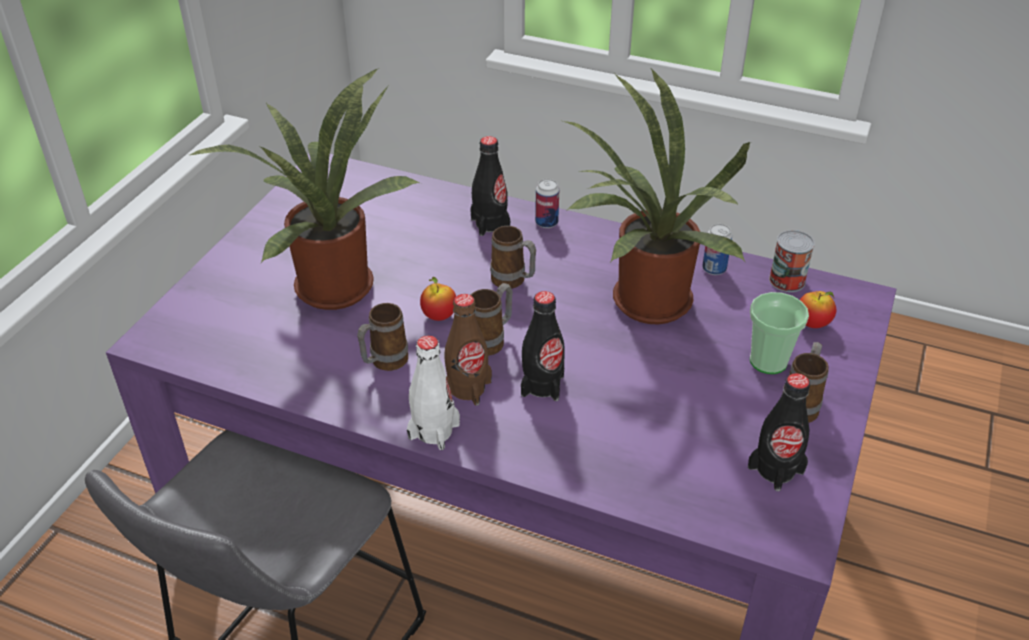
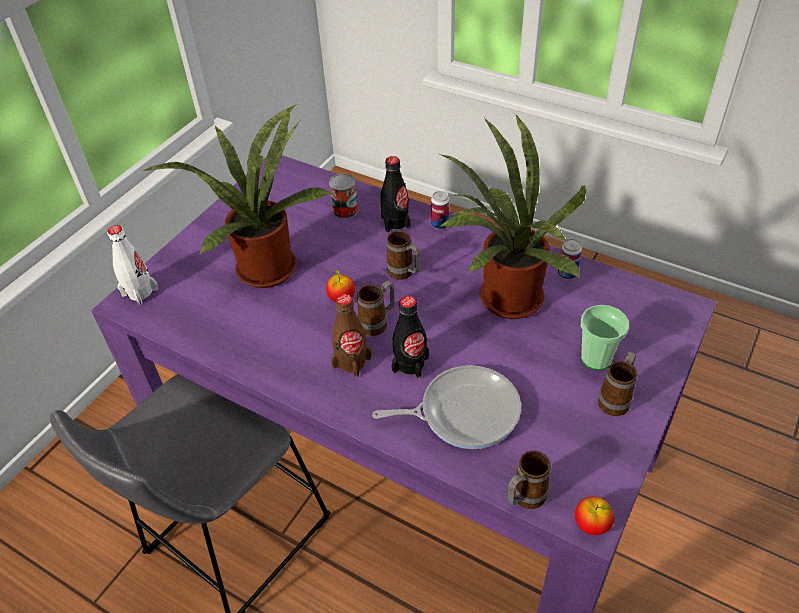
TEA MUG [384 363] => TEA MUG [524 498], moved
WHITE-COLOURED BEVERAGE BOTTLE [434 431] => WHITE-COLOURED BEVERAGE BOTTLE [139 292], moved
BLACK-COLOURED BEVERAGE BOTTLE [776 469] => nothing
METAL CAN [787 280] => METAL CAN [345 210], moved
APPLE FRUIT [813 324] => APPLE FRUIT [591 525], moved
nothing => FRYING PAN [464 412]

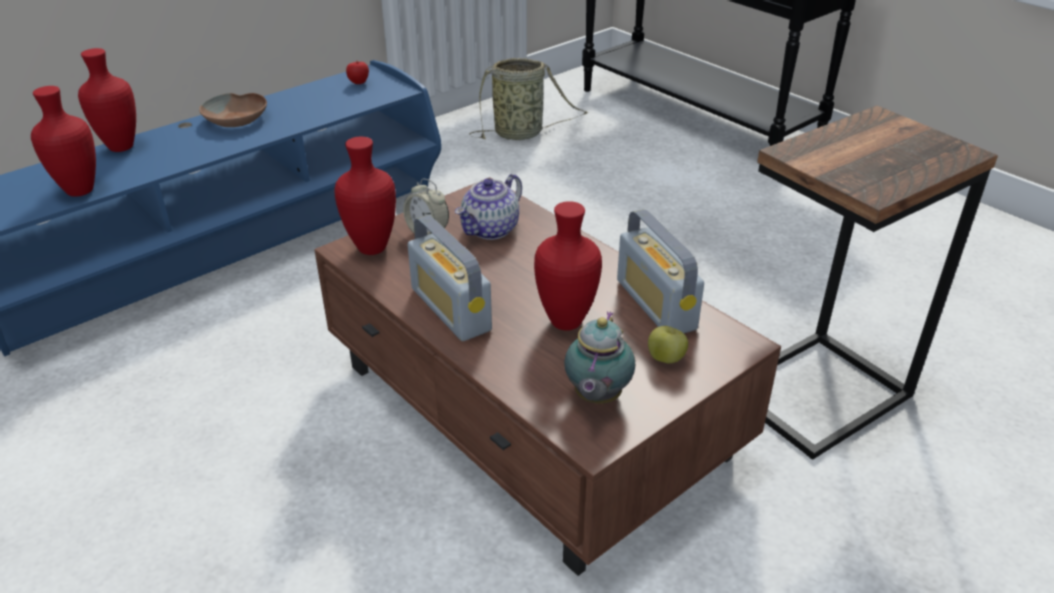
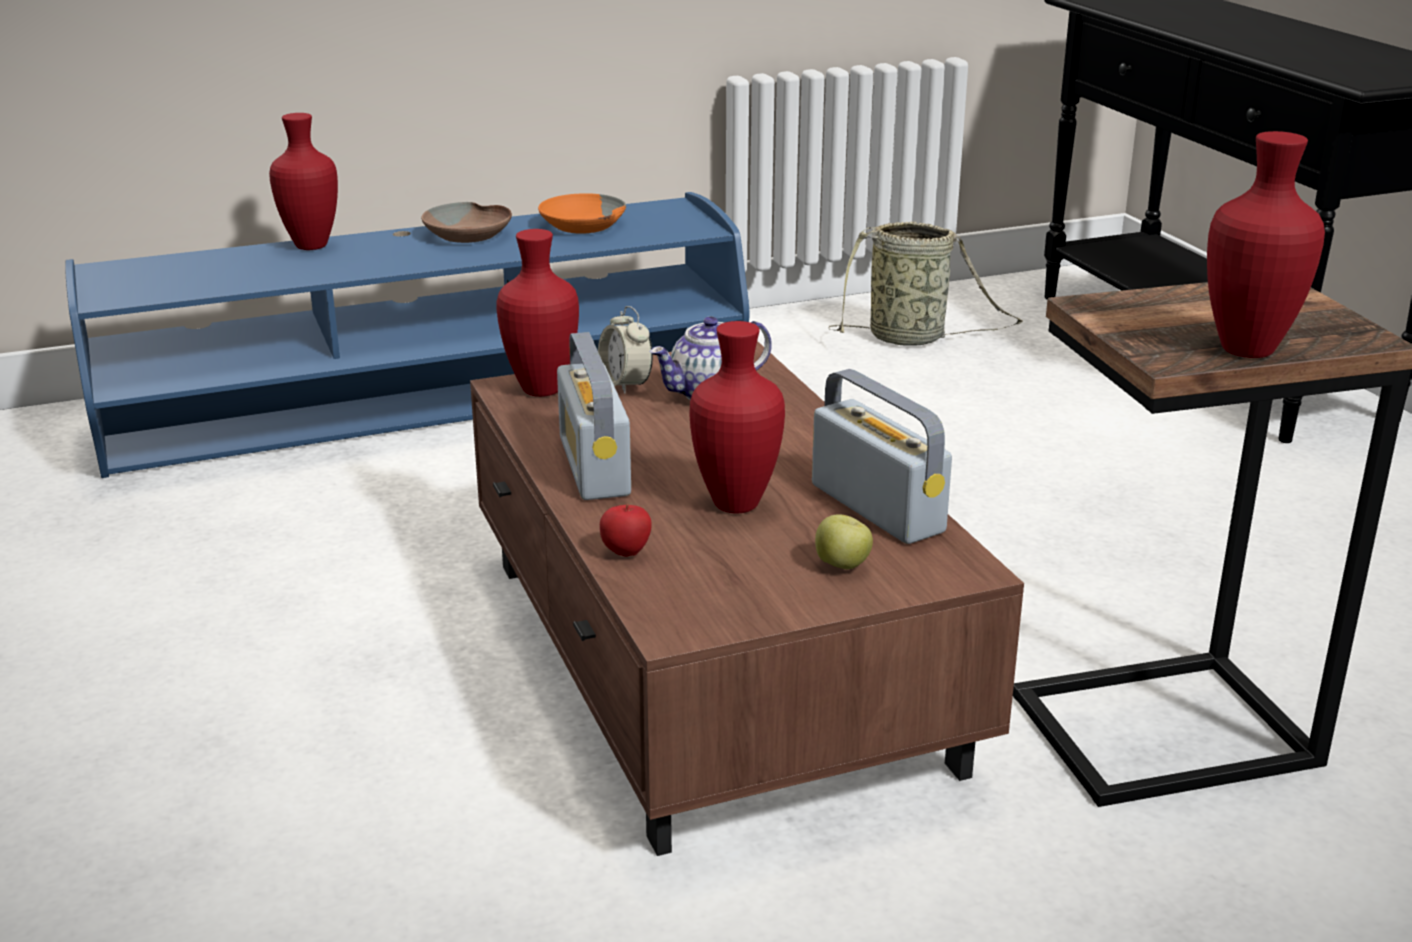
RED-COLOURED VASE [81 190] => RED-COLOURED VASE [1248 349], moved
APPLE FRUIT [359 83] => APPLE FRUIT [626 553], moved
TEA POT [596 398] => nothing
RADIO SET [655 304] => RADIO SET [876 508], 150 degrees clockwise
nothing => ORANGEY SERVING BOWL [581 226]

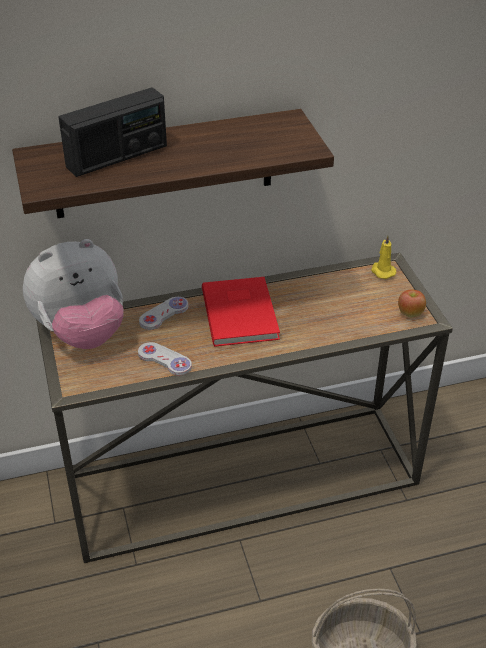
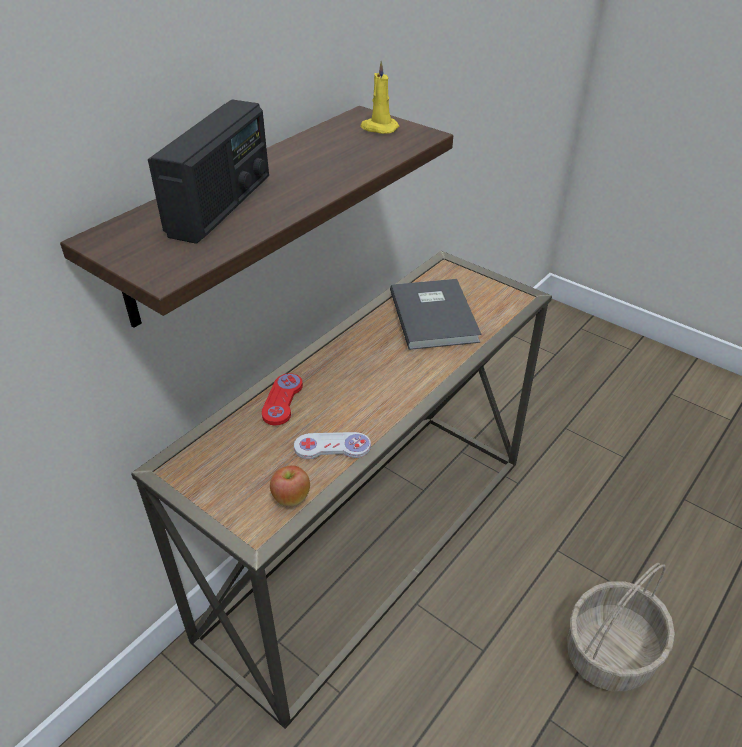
PLUSH TOY [81 333] => nothing
WHITE-COLOURED GAMEPAD [164 314] => RED-COLOURED GAMEPAD [282 400]
RED-COLOURED BOUND BOOK [242 312] => nothing
YELLOW-COLOURED CANDLE [382 271] => YELLOW-COLOURED CANDLE [378 128], moved
APPLE FRUIT [410 313] => APPLE FRUIT [291 498], moved
nothing => GREYISH BOUND BOOK [435 315]

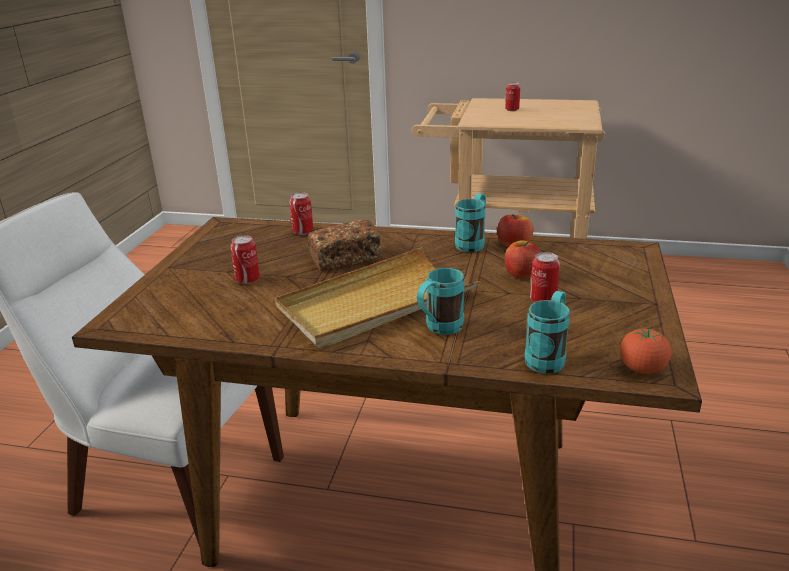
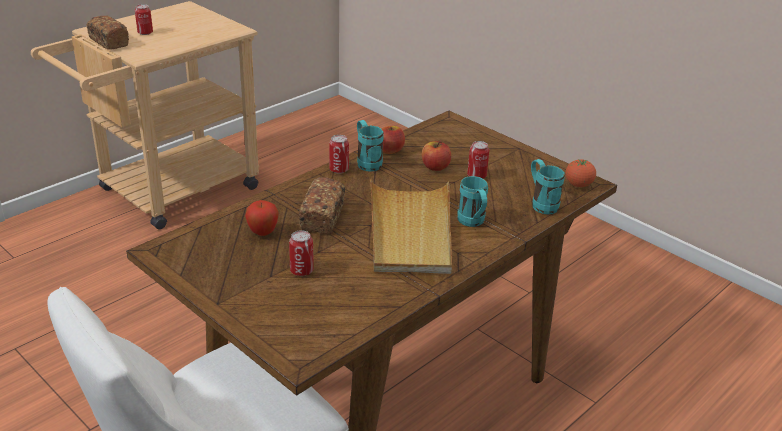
METAL CAN [303 231] => METAL CAN [339 170], moved
nothing => BREAD [108 42]
nothing => APPLE FRUIT [263 233]

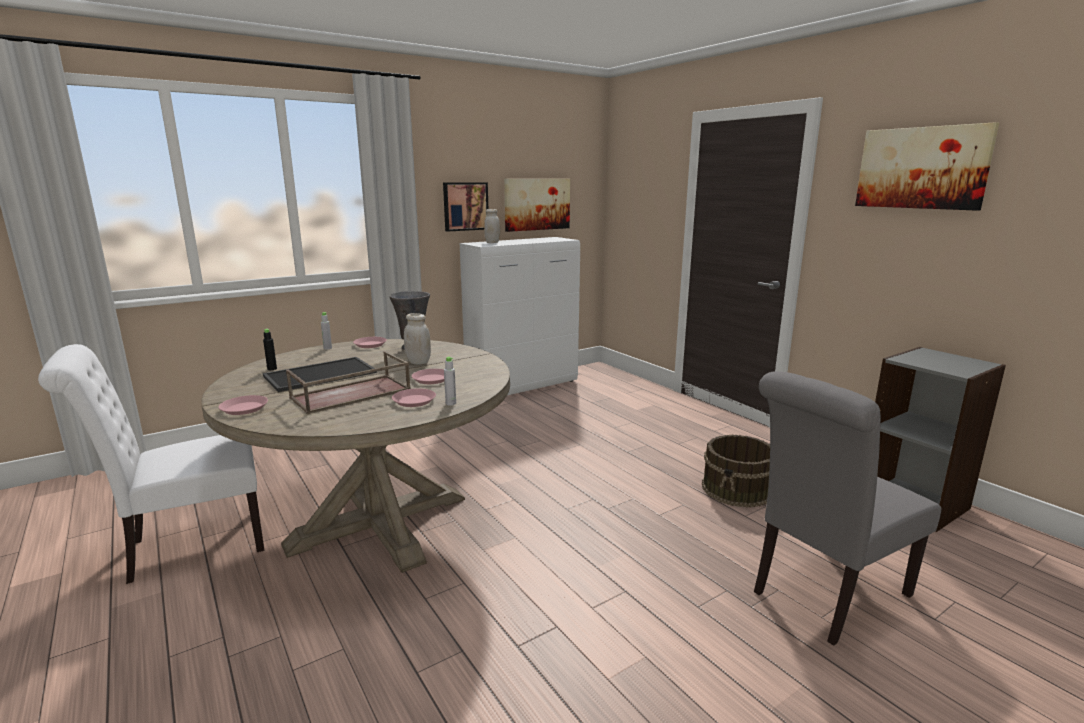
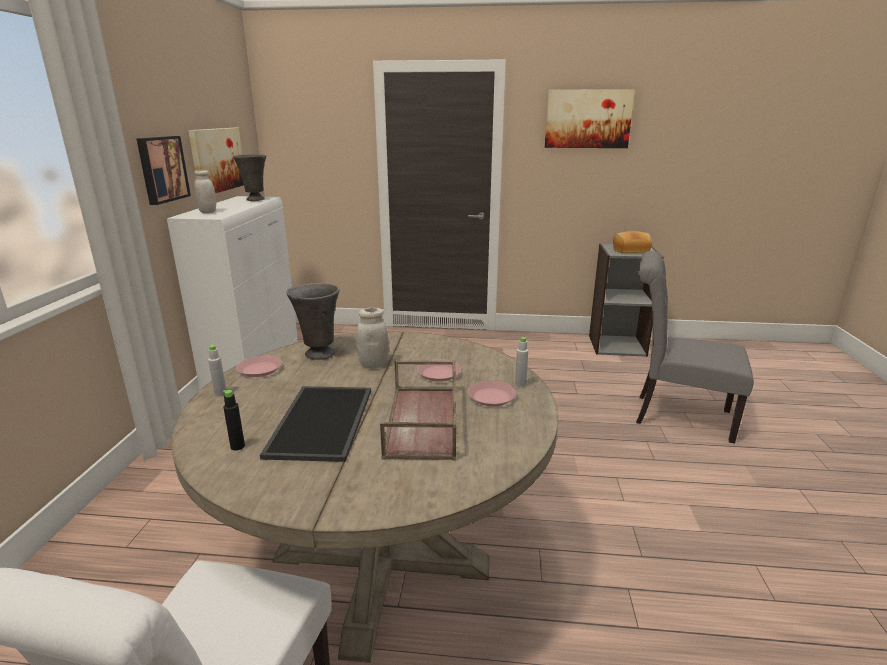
PINK PLATE [244 408] => nothing
BROWNISH WATER BUCKET [738 489] => nothing
GREYISH CHAIR [824 596] => GREYISH CHAIR [675 416], 105 degrees clockwise
nothing => GREYISH VASE [255 200]
nothing => BREAD [630 250]

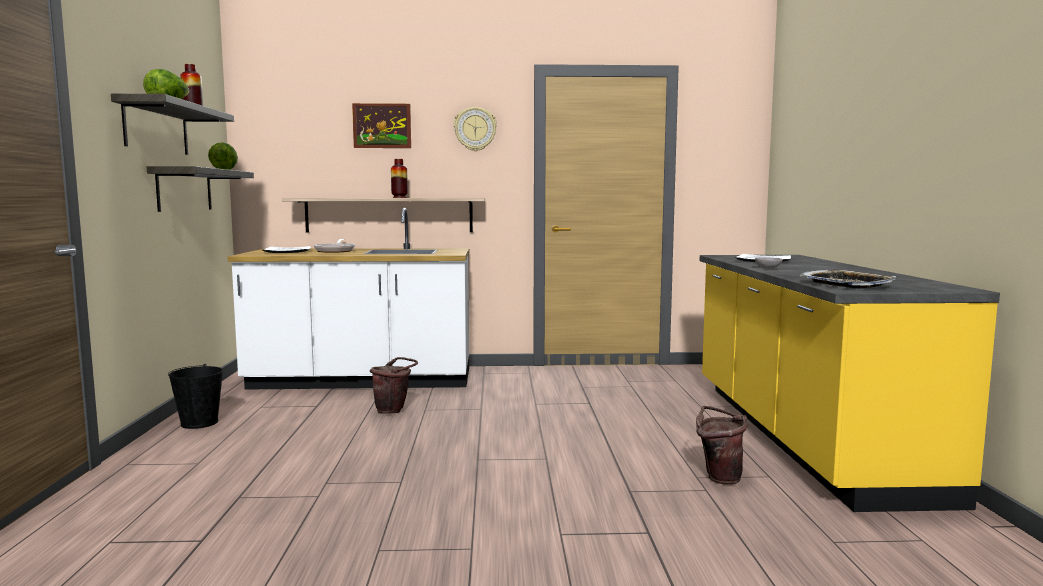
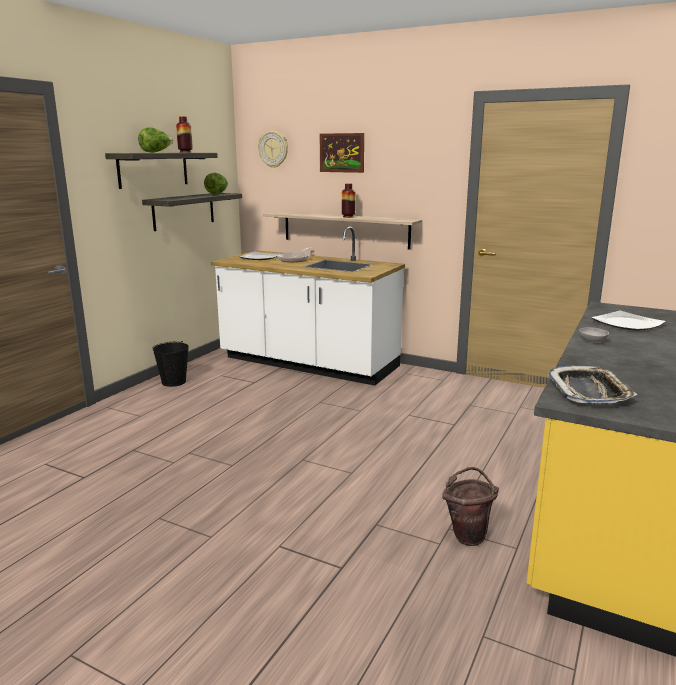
BROWNISH WATER BUCKET [394 410] => nothing
WALL CLOCK [475 129] => WALL CLOCK [273 149], moved

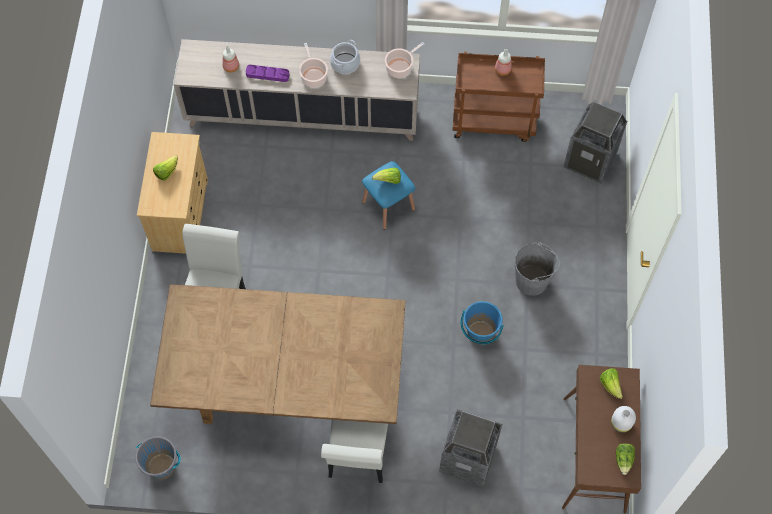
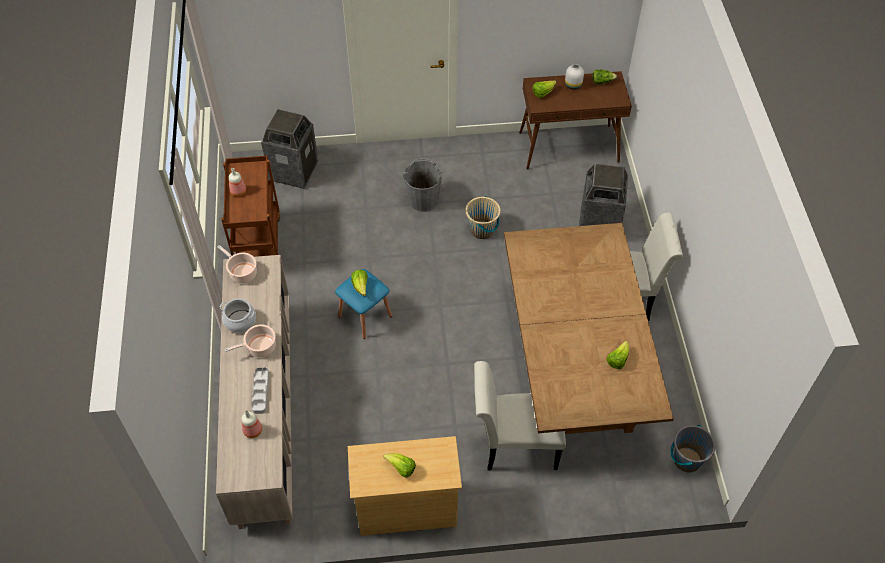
PURPLE TRAY [267 74] => GREYISH TRAY [261 391]
BLUE WATER BUCKET [480 332] => BEIGE-COLOURED WATER BUCKET [482 230]
nothing => HEAD OF LETTUCE [617 360]

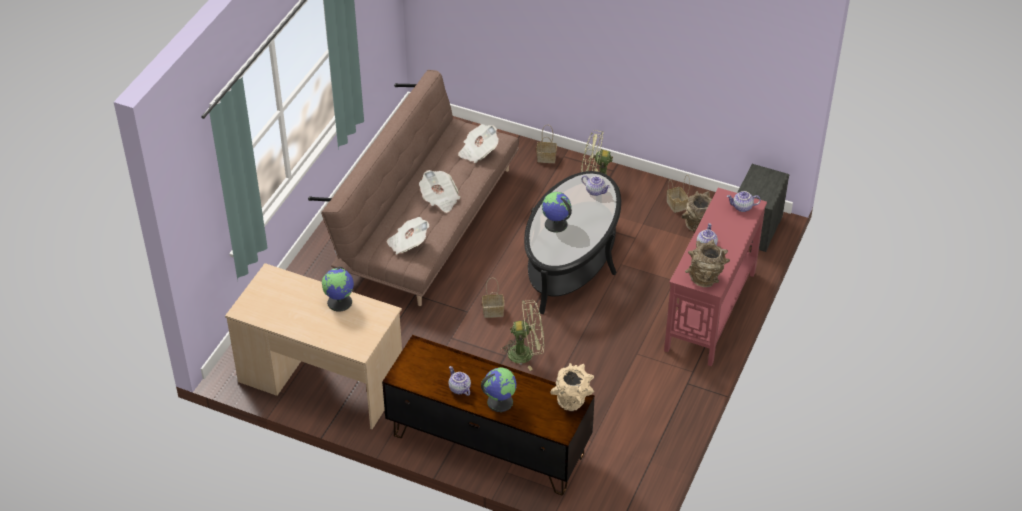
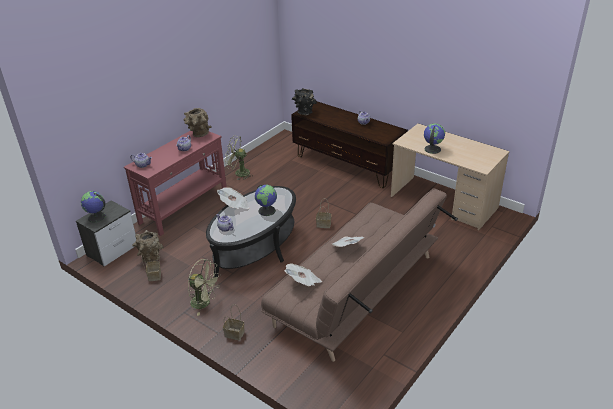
PRINTED PAPER [408 243] => PRINTED PAPER [234 205], moved
GLOBE [500 401] => GLOBE [96 217], moved
GREENISH COOLING FAN [526 353] => GREENISH COOLING FAN [238 173], moved
BEIGE-COLOURED VASE [573 403] => BLACK-COLOURED VASE [304 112]

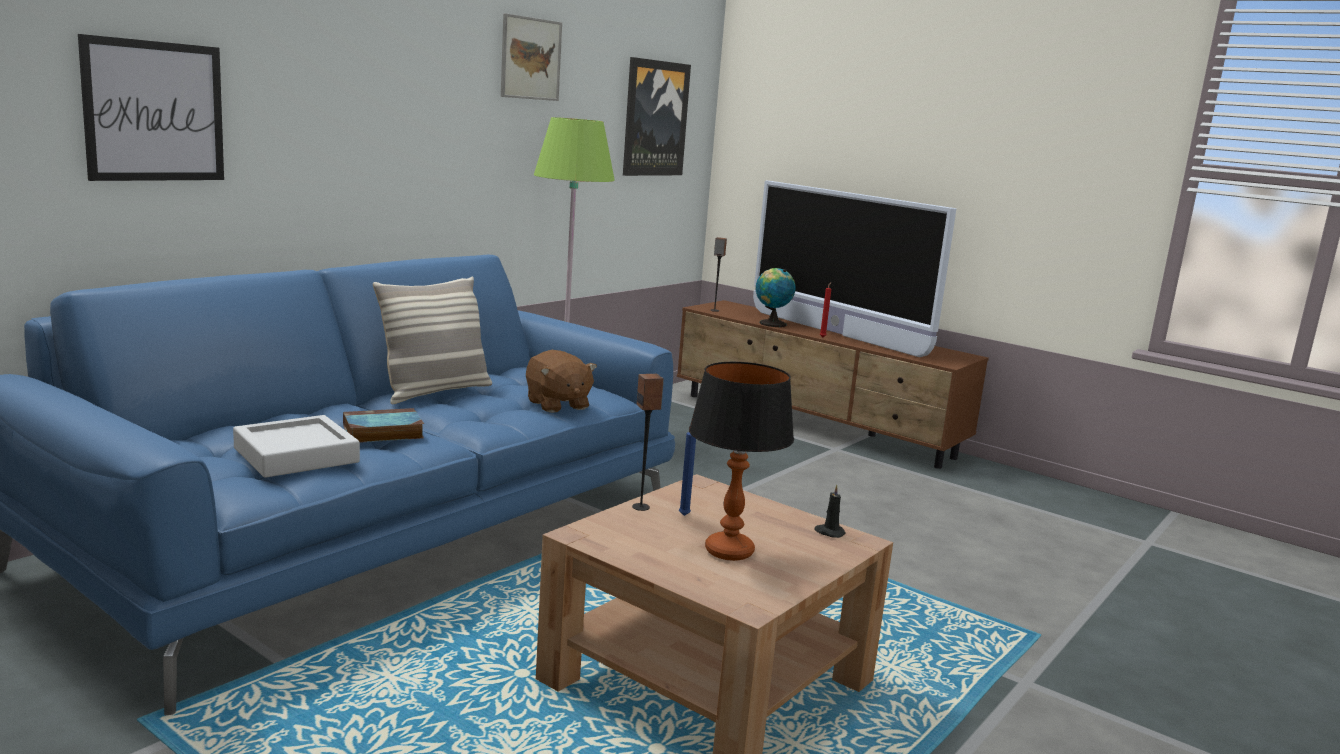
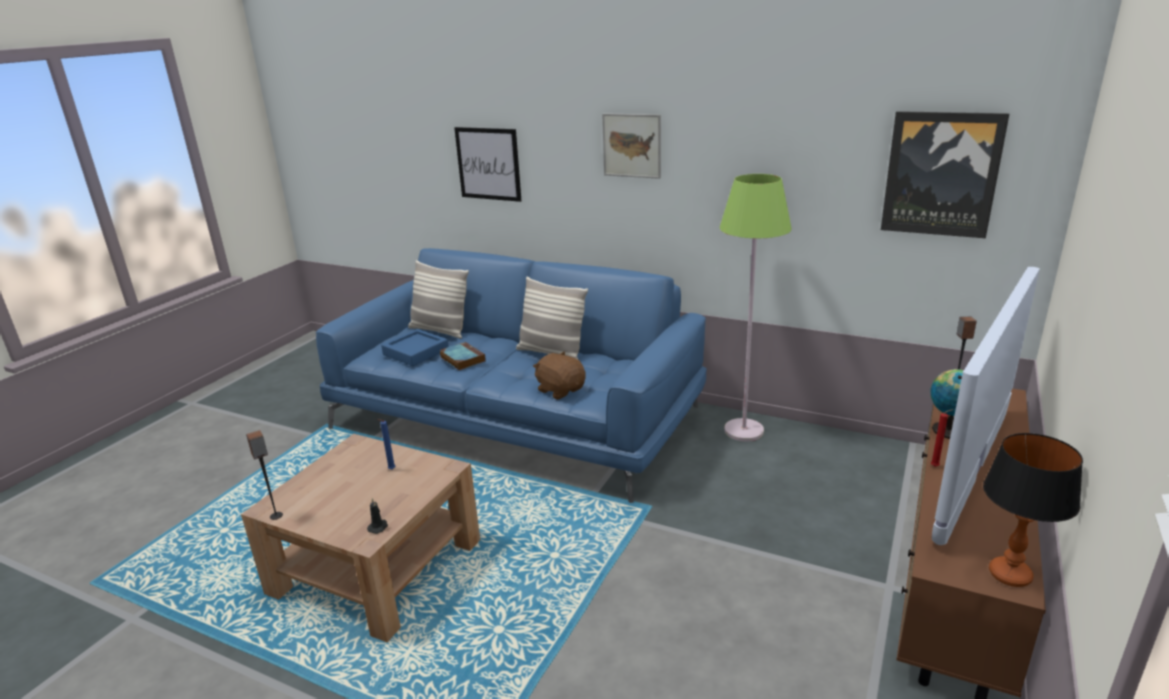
GREYISH TRAY [296 455] => BLUE TRAY [416 352]
WALL PICTURE [530 58] => WALL PICTURE [632 145], moved
BROWNISH PLUSH TOY [557 404] => BROWNISH PLUSH TOY [560 390], 90 degrees clockwise
SPEAKER [641 507] => SPEAKER [276 516], moved
TABLE LAMP [729 551] => TABLE LAMP [1010 575], moved
nothing => PILLOW [440 330]

